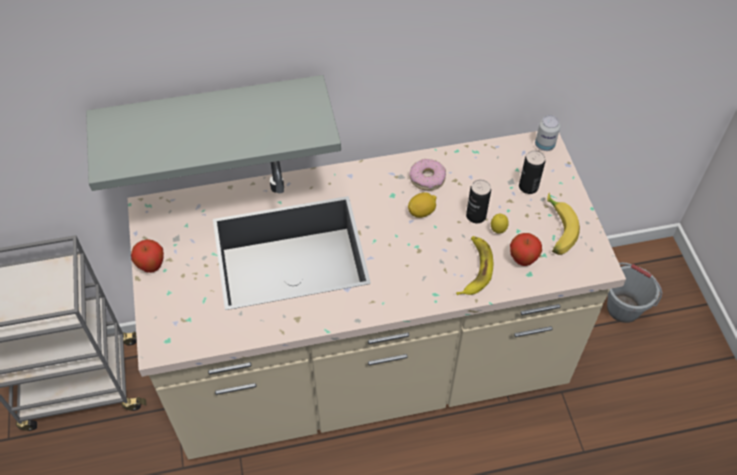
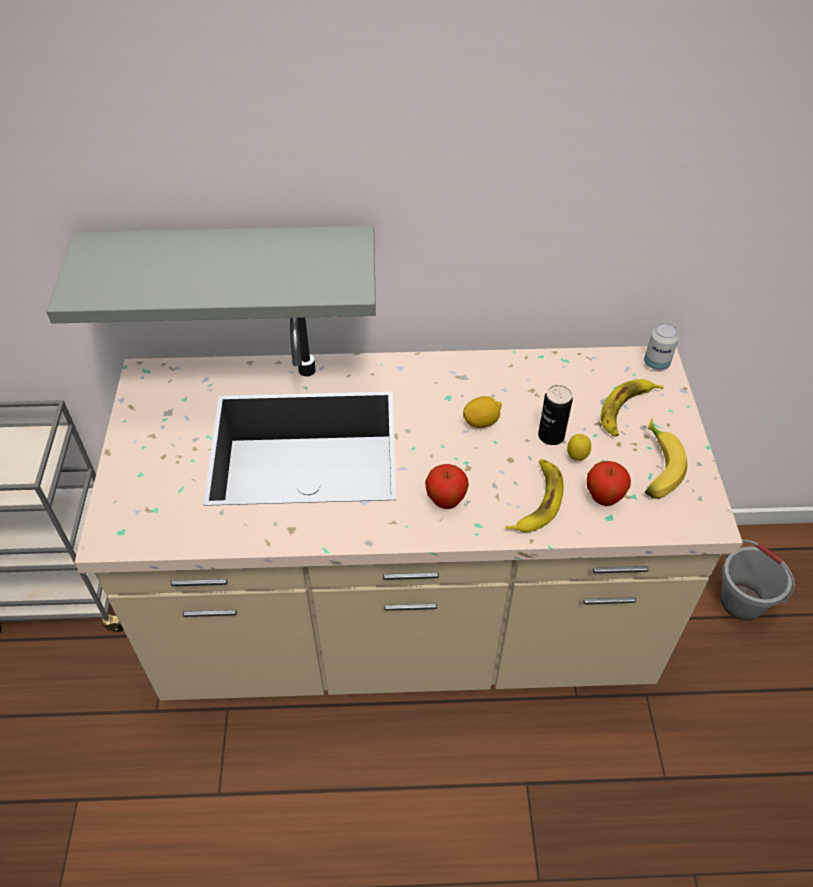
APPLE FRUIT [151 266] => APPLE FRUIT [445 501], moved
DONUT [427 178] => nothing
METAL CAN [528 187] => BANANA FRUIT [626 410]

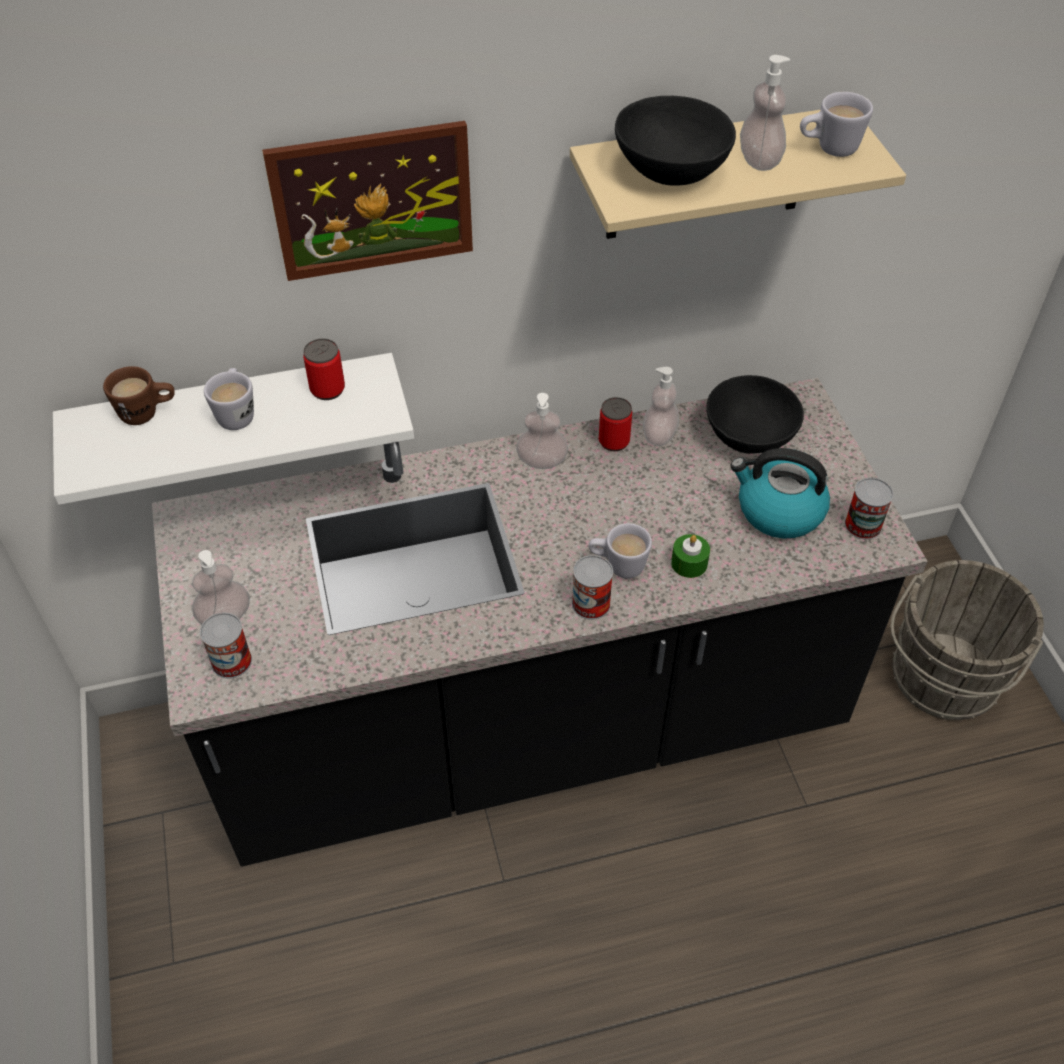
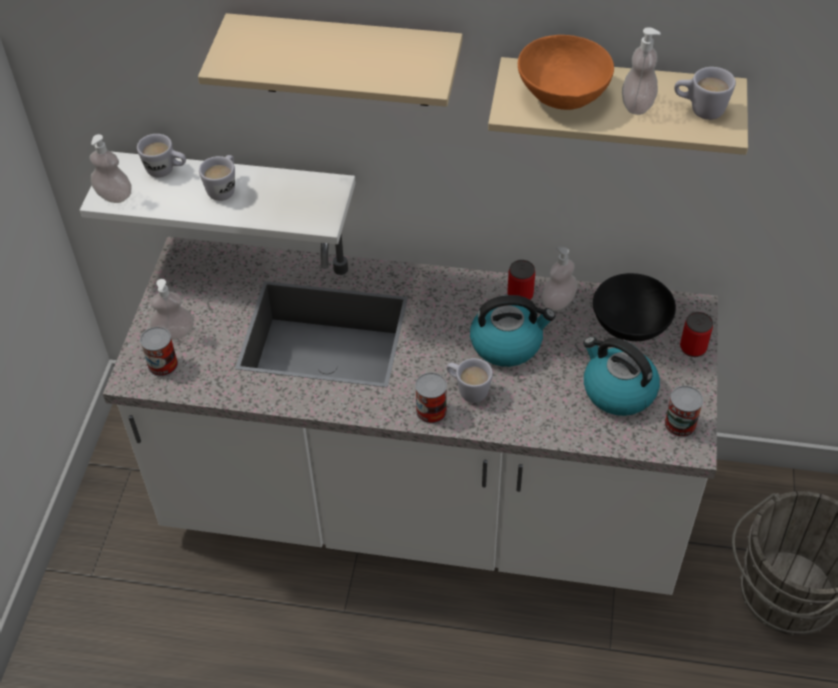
BROWNISH TEA MUG [147 413] => WHITE-COLOURED TEA MUG [166 171]
BLACK-COLOURED KITCHEN COUNTER [532 726] => WHITE-COLOURED KITCHEN COUNTER [423 506]
WALL PICTURE [372 200] => BEIGE-COLOURED BRACKET SHELF [345 60]
METAL CAN [327 389] => METAL CAN [693 348], moved
SOAP DISPENSER [542 461] => SOAP DISPENSER [114 196], moved
BLACK-COLOURED SERVING BOWL [671 171] => ORANGEY SERVING BOWL [563 95]
GREENISH CANDLE [689 563] => nothing
nothing => KETTLE [507 344]

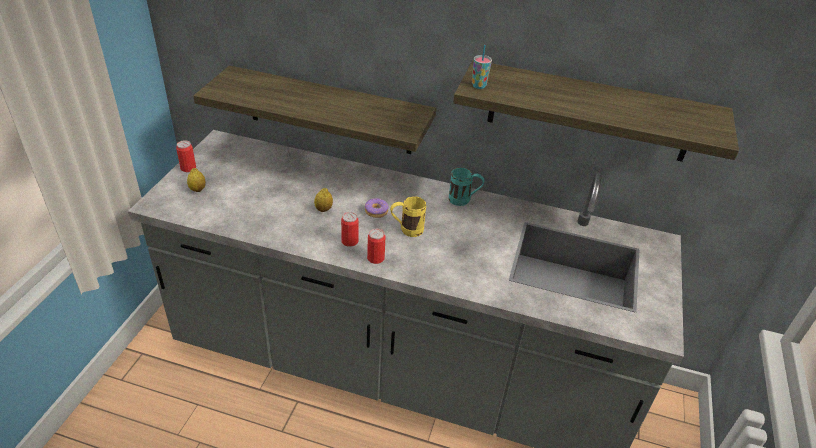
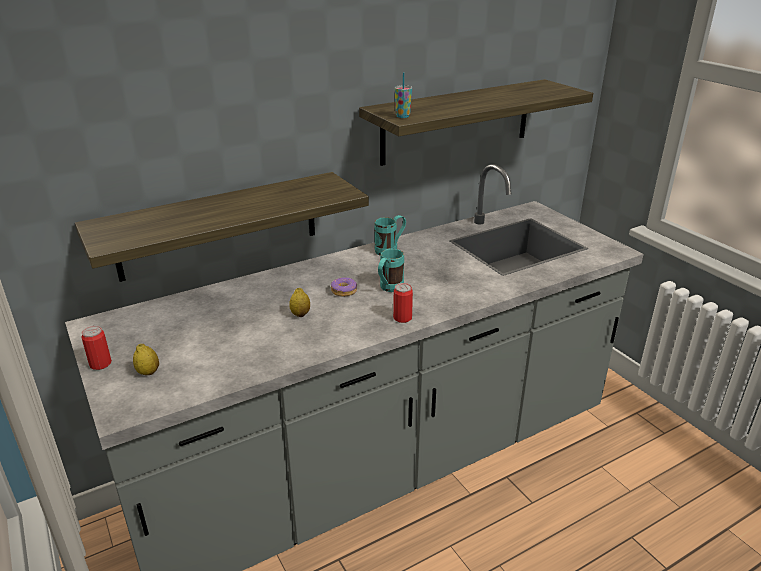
METAL CAN [349 241] => nothing
YELLOW-COLOURED TEA MUG [406 230] => TURQUOISE TEA MUG [388 289]

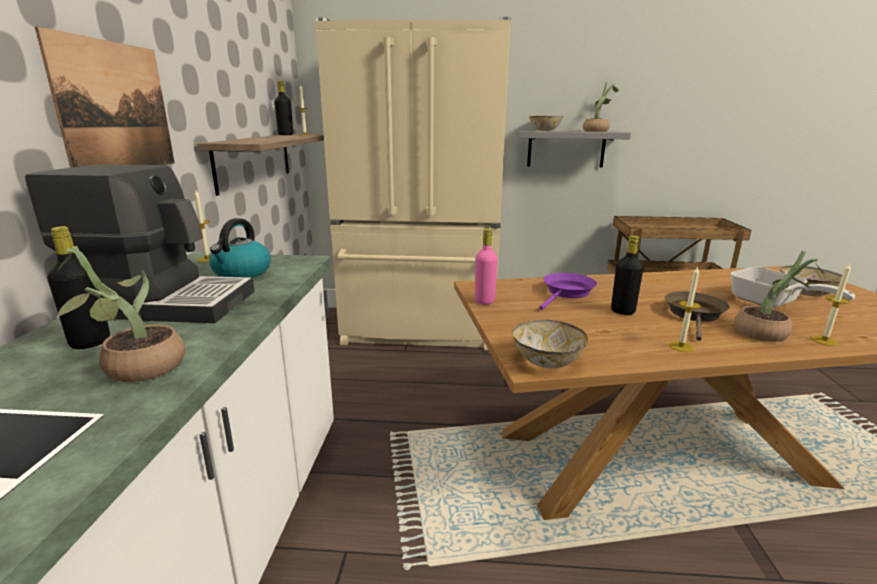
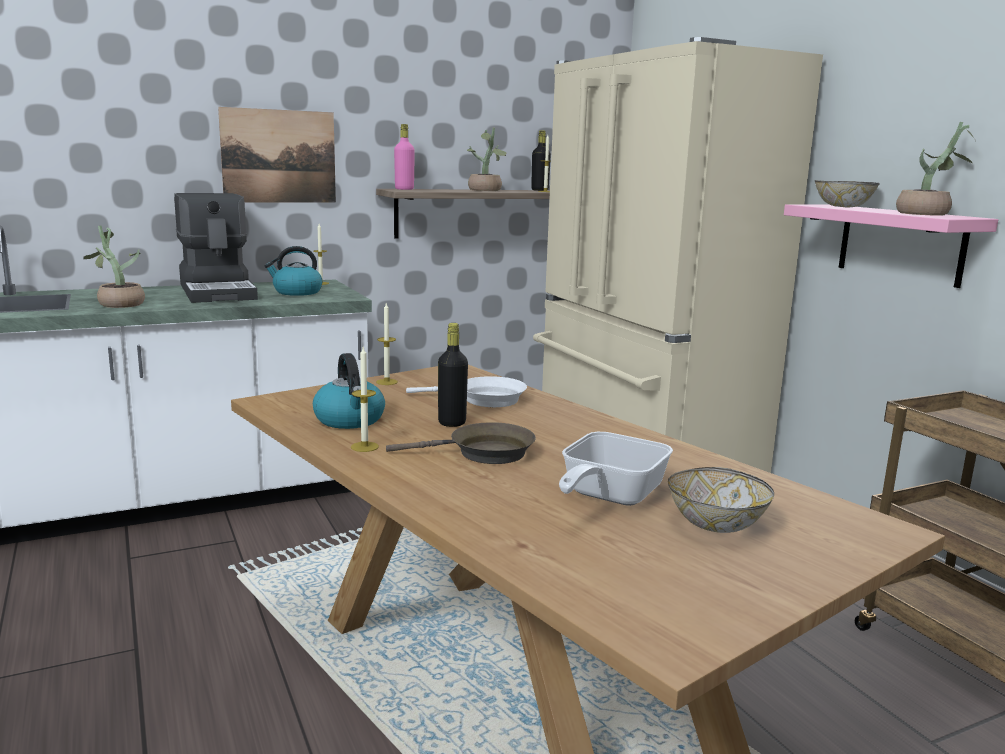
BLACK-COLOURED BEVERAGE BOTTLE [90 342] => nothing
PINK BEVERAGE BOTTLE [484 301] => PINK BEVERAGE BOTTLE [404 189], moved
SERVING BOWL [546 362] => nothing
GREYISH BRACKET SHELF [566 149] => PINK BRACKET SHELF [900 244]
PURPLE FRYING PAN [567 293] => WHITE-COLOURED FRYING PAN [484 399]
HOUSEPLANT [767 333] => HOUSEPLANT [486 190], moved
CANDLE [824 341] => CANDLE [386 382], moved
nothing => KETTLE [350 420]

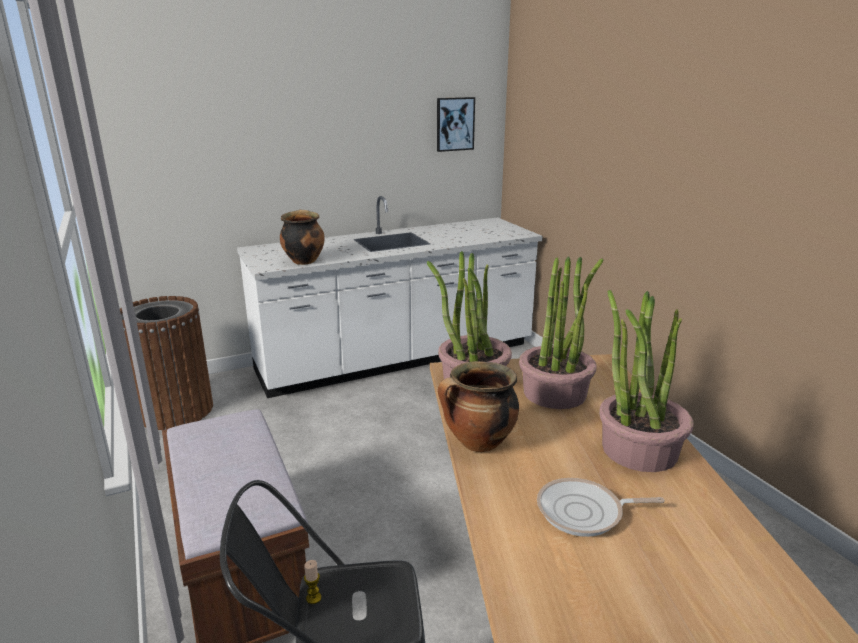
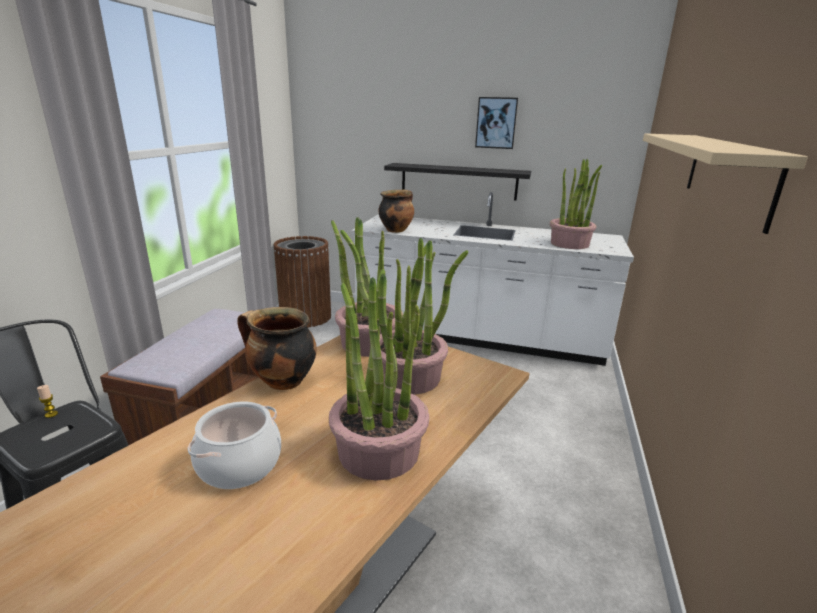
WALL PICTURE [455 124] => WALL PICTURE [496 123], moved
FRYING PAN [584 512] => SAUCEPOT [239 465]
nothing => BLACK-COLOURED BRACKET SHELF [458 181]
nothing => HOUSEPLANT [569 244]
nothing => BEIGE-COLOURED BRACKET SHELF [727 175]

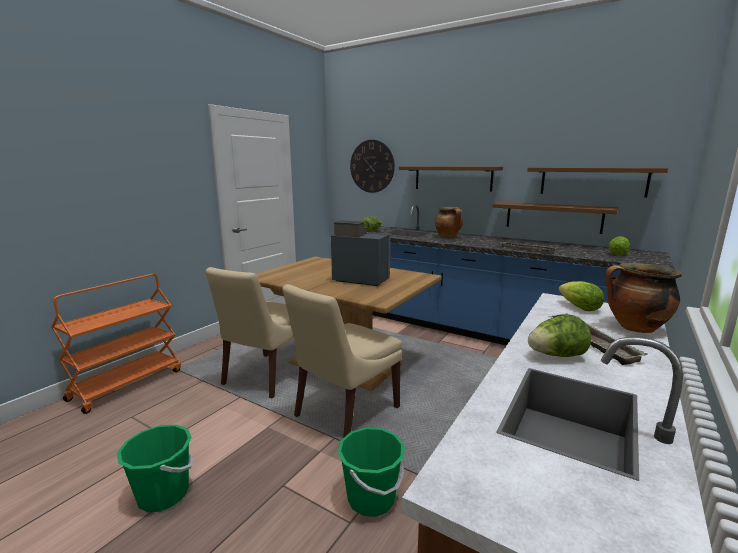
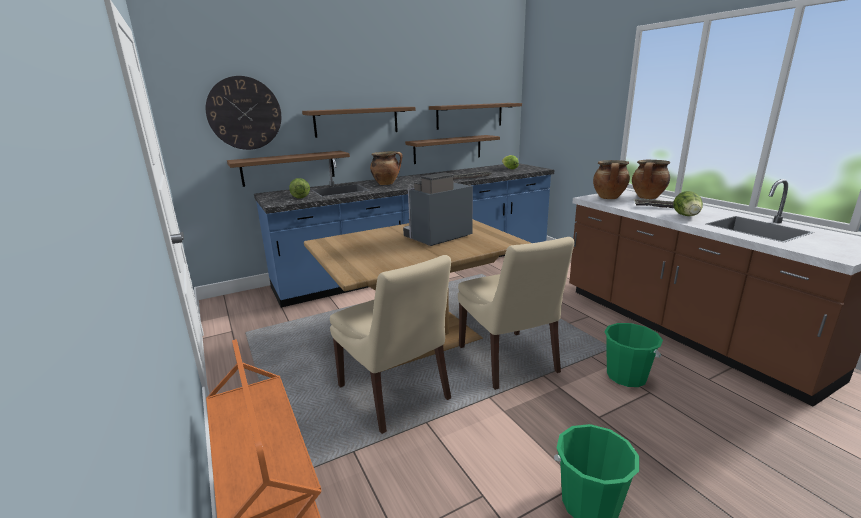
HEAD OF LETTUCE [579 308] => SAUCEPOT [609 198]
nothing => BROWNISH BRACKET SHELF [288 168]

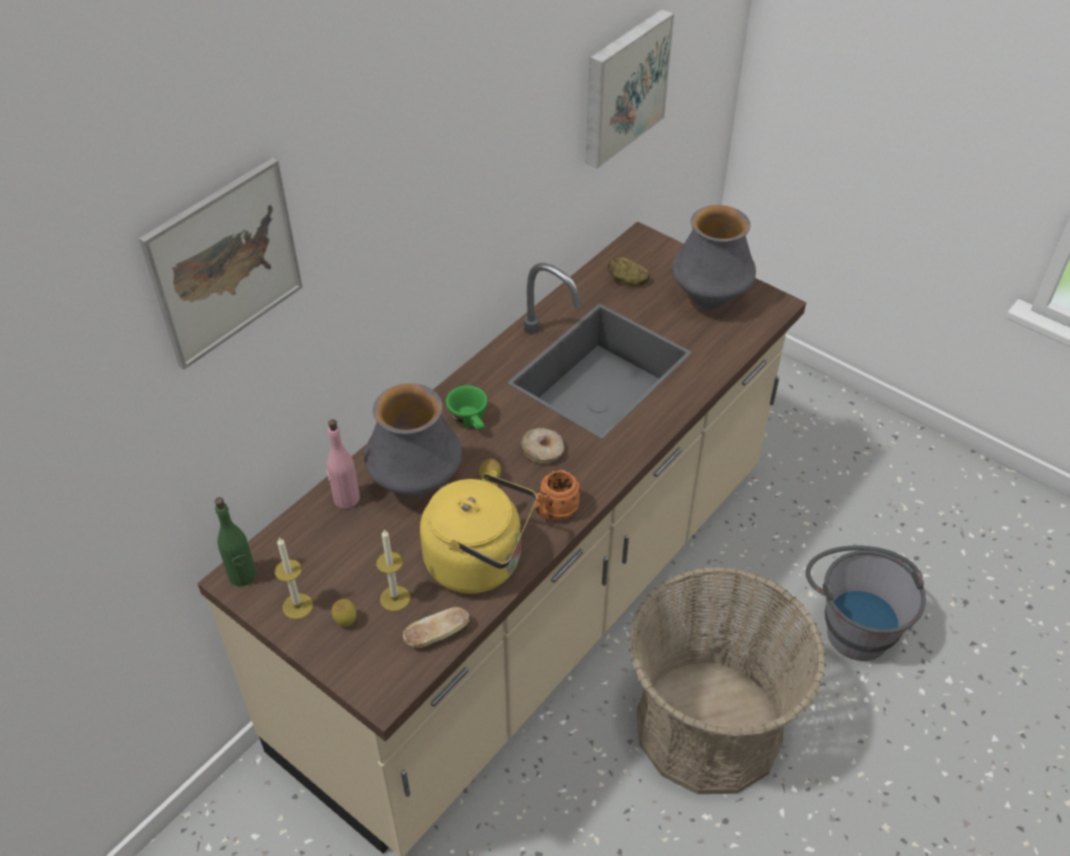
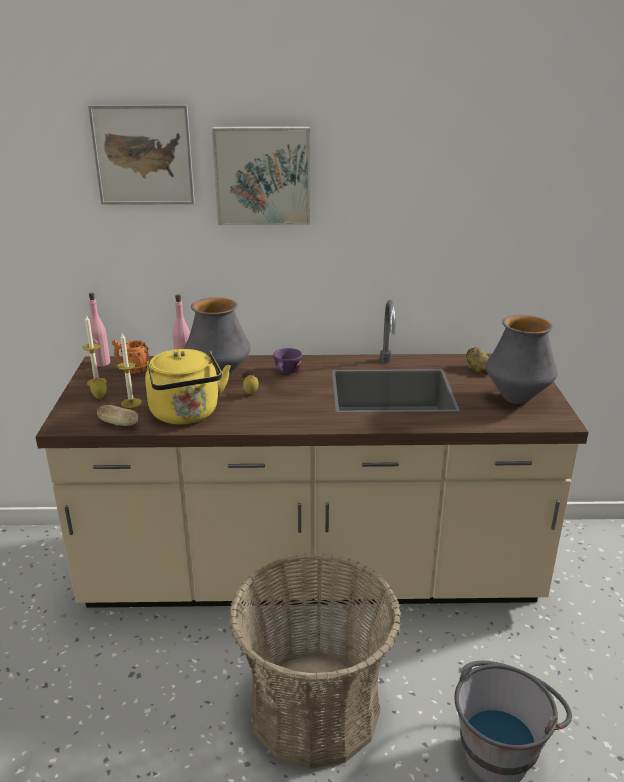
GREENISH BEVERAGE BOTTLE [242 575] => PINK BEVERAGE BOTTLE [101 363]
GREENISH DRINKING CUP [471 421] => PURPLE DRINKING CUP [286 372]
DONUT [543 451] => nothing
ORANGEY TEA MUG [554 513] => ORANGEY TEA MUG [132 370], moved
WALL PICTURE [623 86] => WALL PICTURE [263 175], moved

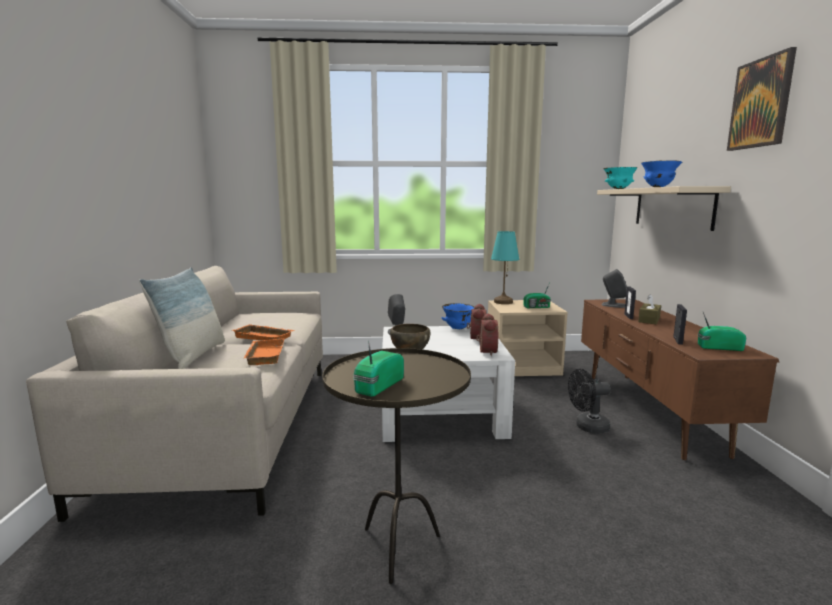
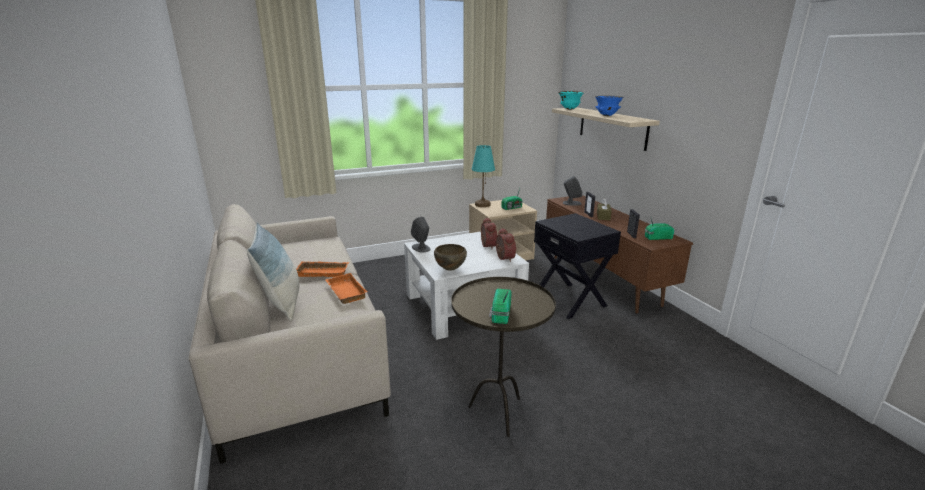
BLUE SERVING BOWL [457 329] => nothing
BLACK-COLOURED COOLING FAN [587 427] => BLACK-COLOURED ACCENT TABLE [570 300]
WALL PICTURE [761 103] => nothing

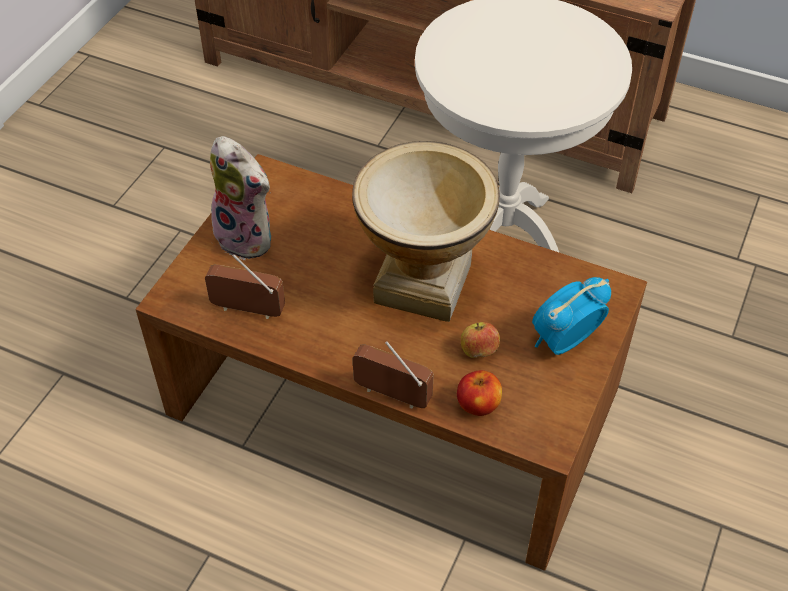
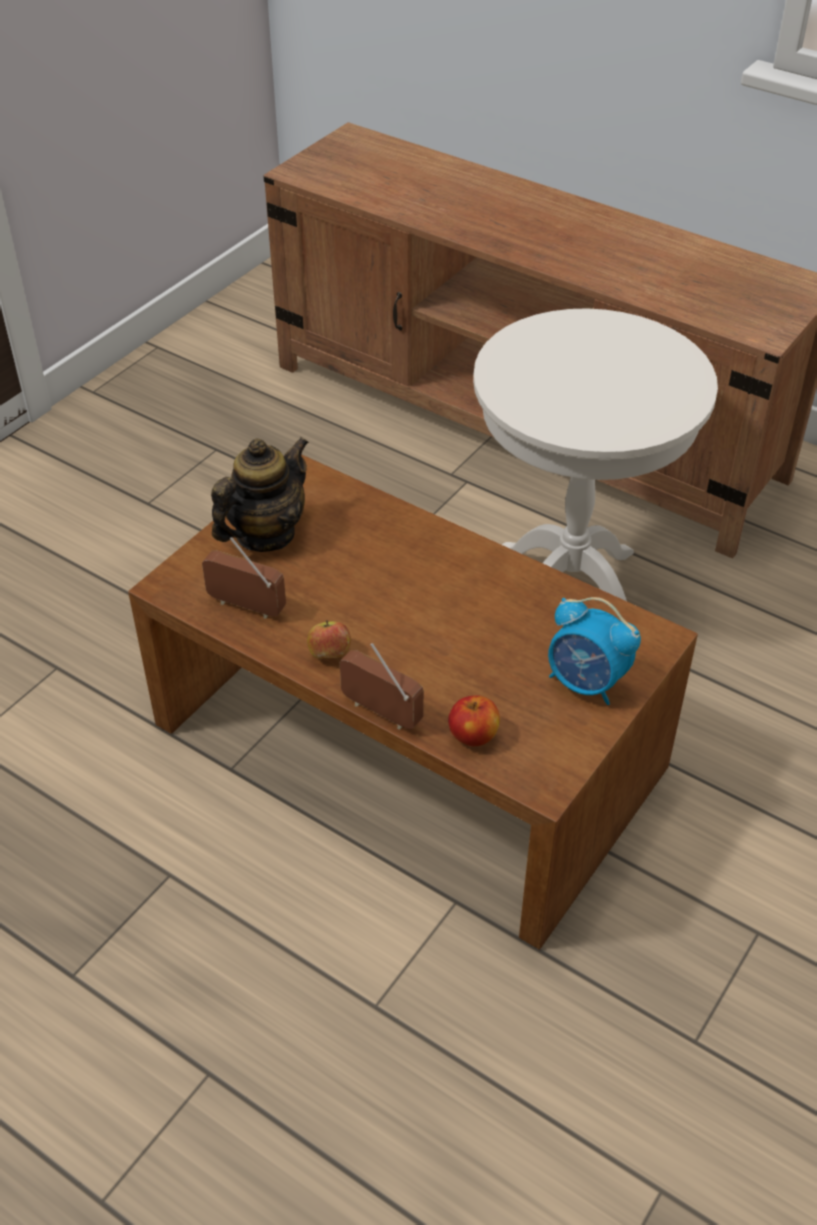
PLUSH TOY [248 237] => TEA POT [265 534]
VASE [423 284] => nothing
APPLE FRUIT [479 351] => APPLE FRUIT [329 654], moved
ALARM CLOCK [564 341] => ALARM CLOCK [586 683], 120 degrees counterclockwise

